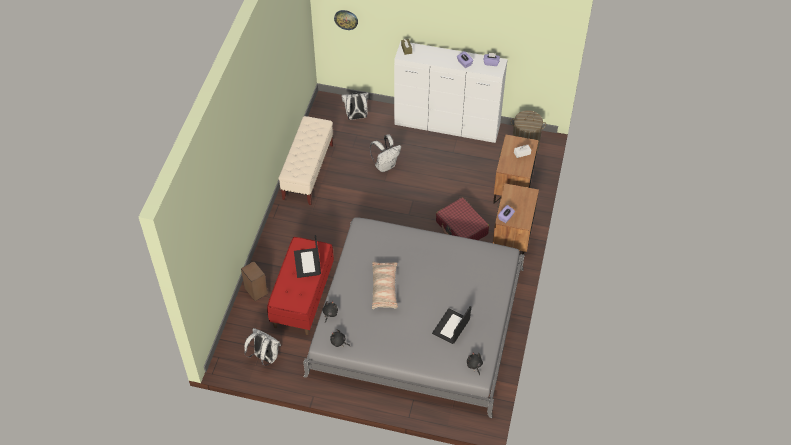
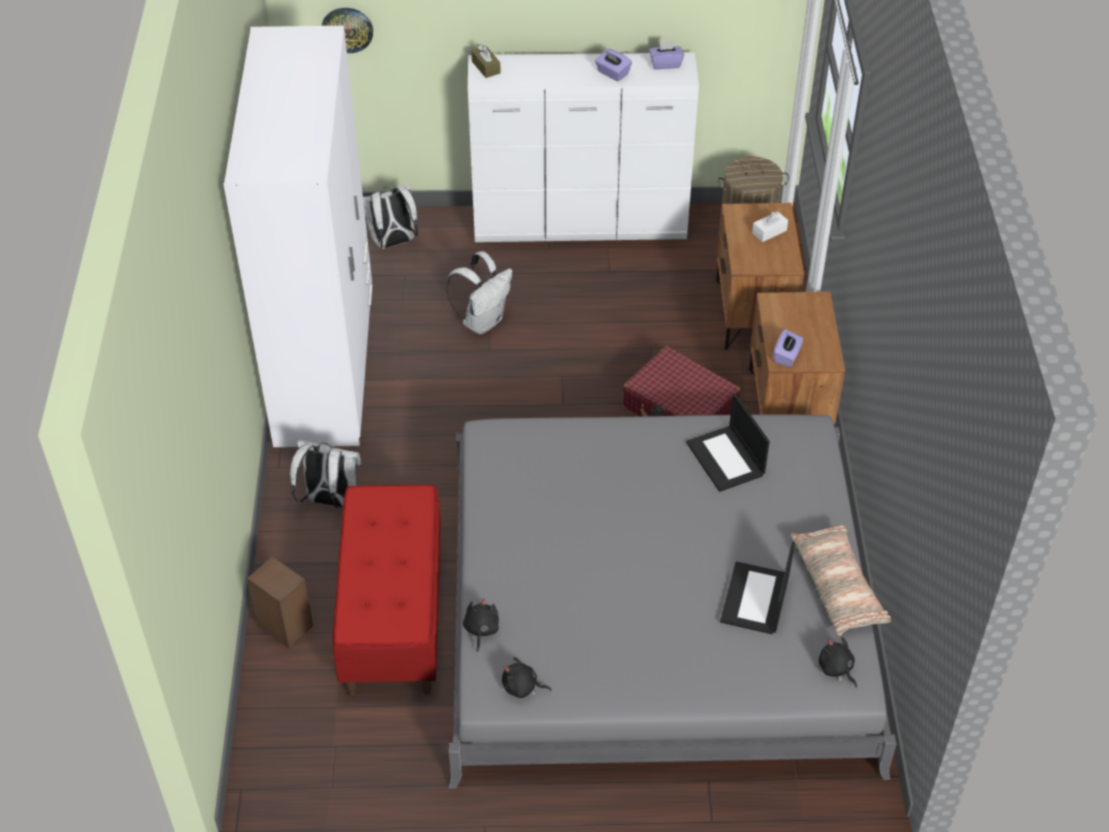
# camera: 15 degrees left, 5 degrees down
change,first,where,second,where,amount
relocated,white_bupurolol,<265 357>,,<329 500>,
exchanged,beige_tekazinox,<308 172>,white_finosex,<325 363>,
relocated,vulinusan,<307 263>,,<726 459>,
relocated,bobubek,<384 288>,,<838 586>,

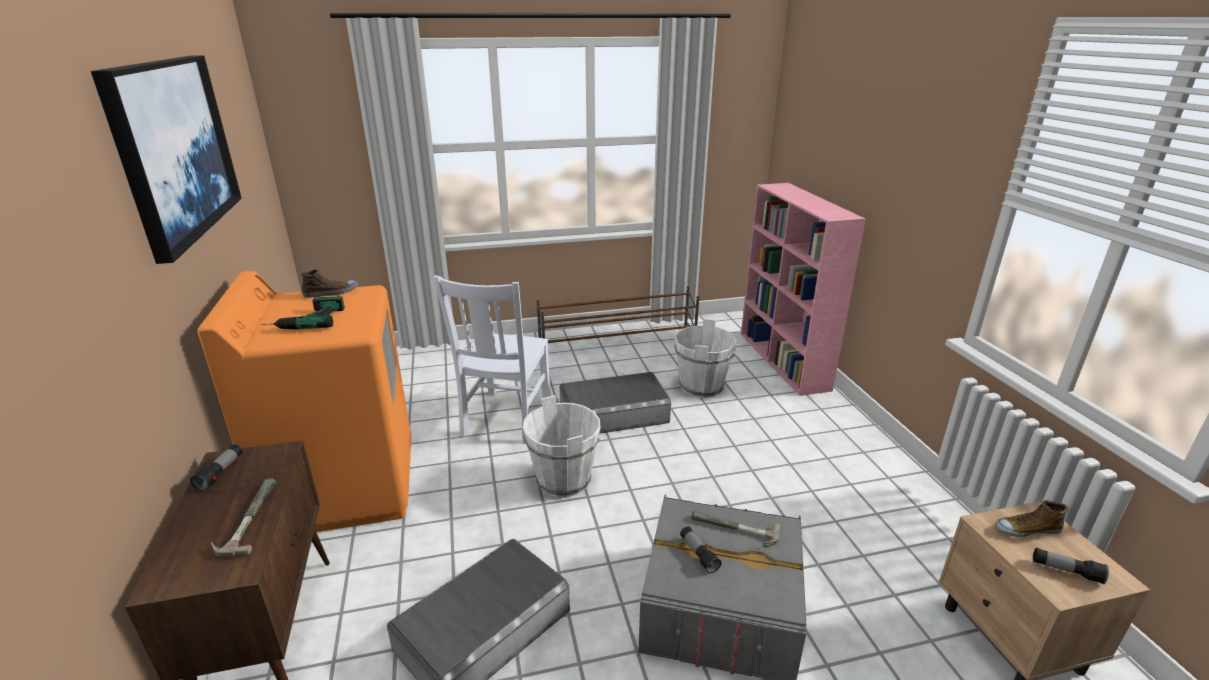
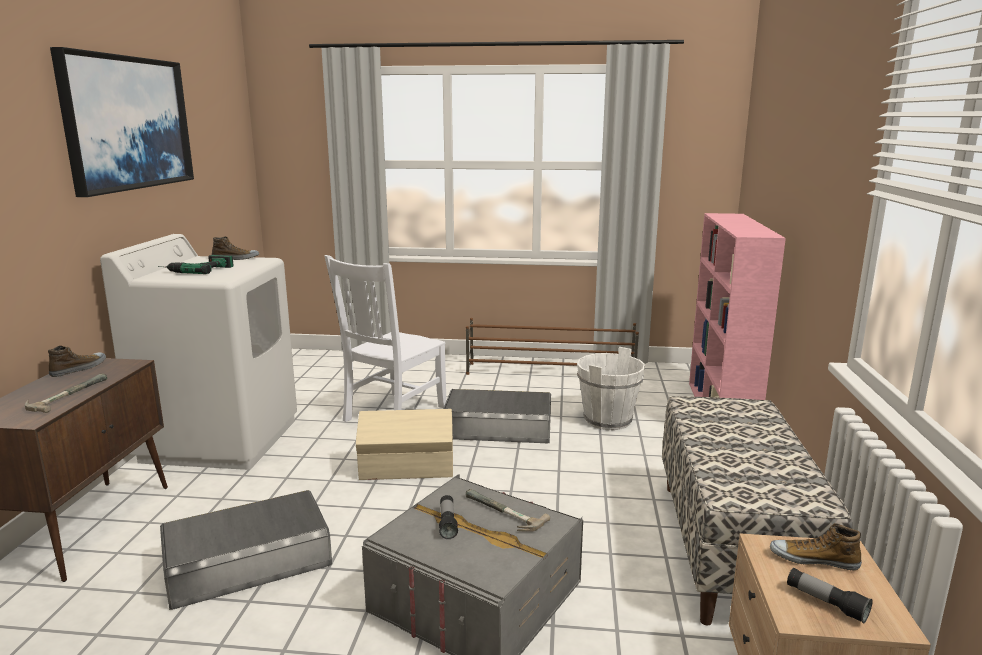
# camera: 20 degrees right, 10 degrees down
change,first,where,second,where,amount
exchanged,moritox,<221 473>,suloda,<79 368>,
colour,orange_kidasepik,<345 486>,white_kidasepik,<221 439>,
exchanged,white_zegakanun,<564 480>,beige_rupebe,<407 469>,
appeared,,,tekazinox,<733 549>,

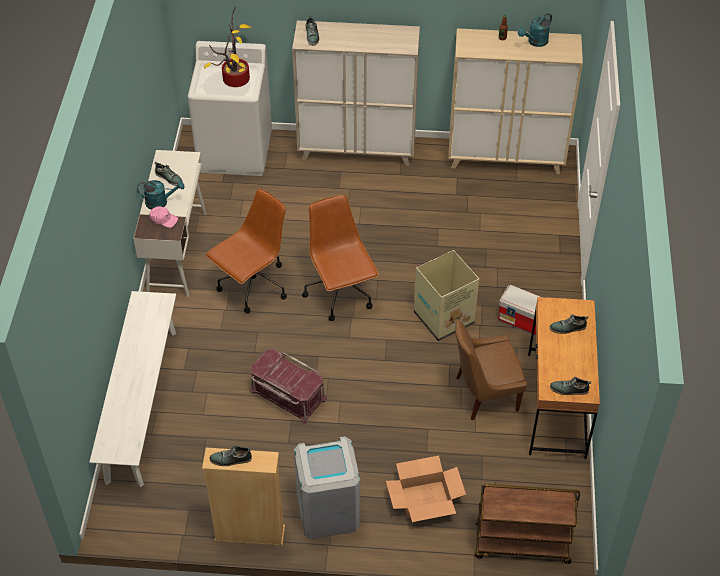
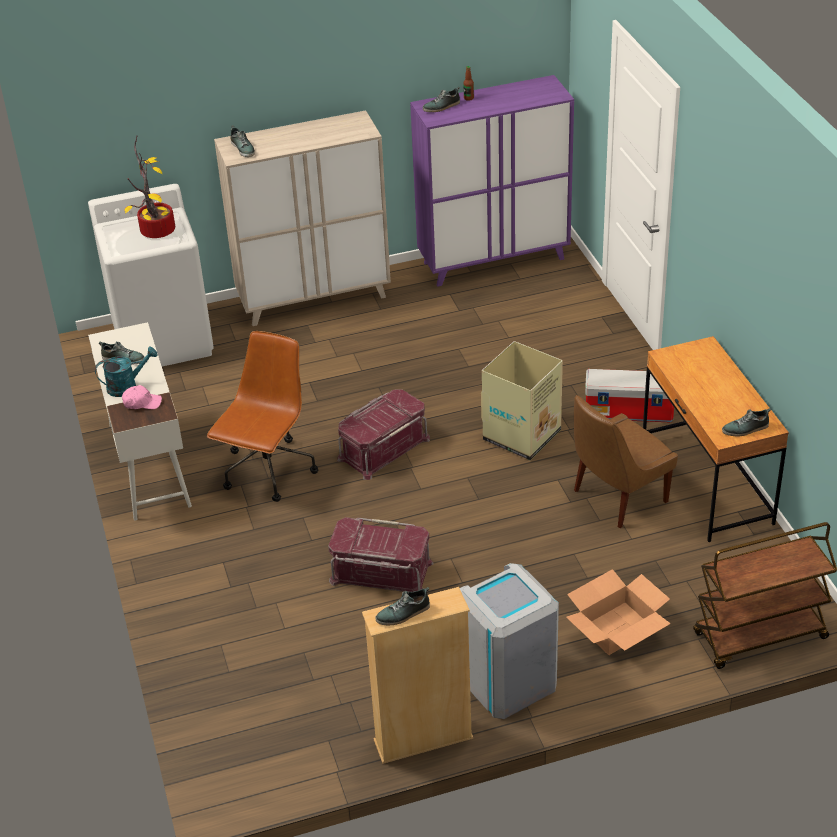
# camera: 20 degrees left, 10 degrees down
change,first,where,second,where,amount
missing,white_tekazinox,<141 404>,,,
exchanged,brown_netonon,<341 294>,red_rupebe,<383 448>,
colour,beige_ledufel,<506 158>,purple_ledufel,<494 260>,
missing,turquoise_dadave,<535 42>,,,
relocated,suloda,<568 328>,,<441 106>,

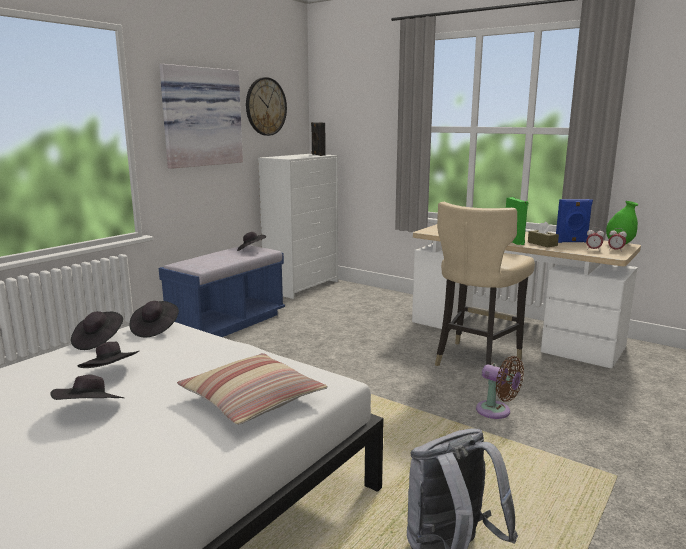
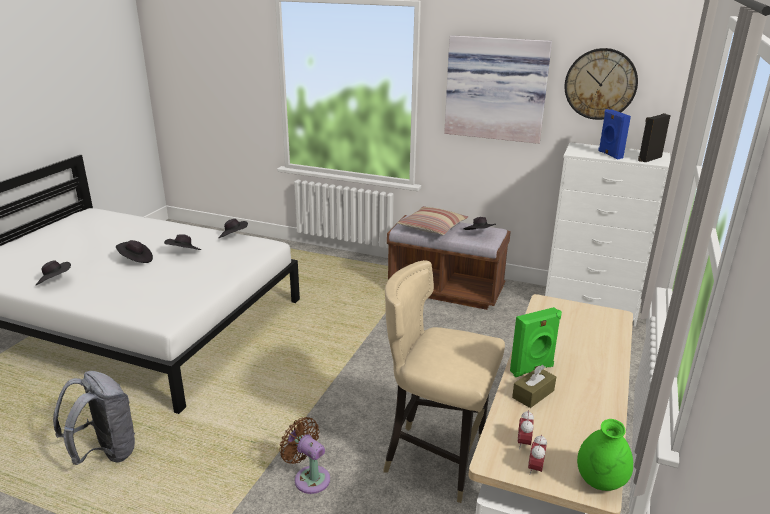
# camera: 75 degrees right, 10 degrees up
change,first,where,second,where,amount
relocated,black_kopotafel,<155 329>,,<55 282>,
colour,blue_tekazinox,<227 323>,brown_tekazinox,<445 290>,
relocated,bobubek,<252 400>,,<432 227>,
spun,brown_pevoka,<496 411>,,<309 477>,105 degrees clockwise
relocated,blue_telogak,<571 242>,,<609 155>,

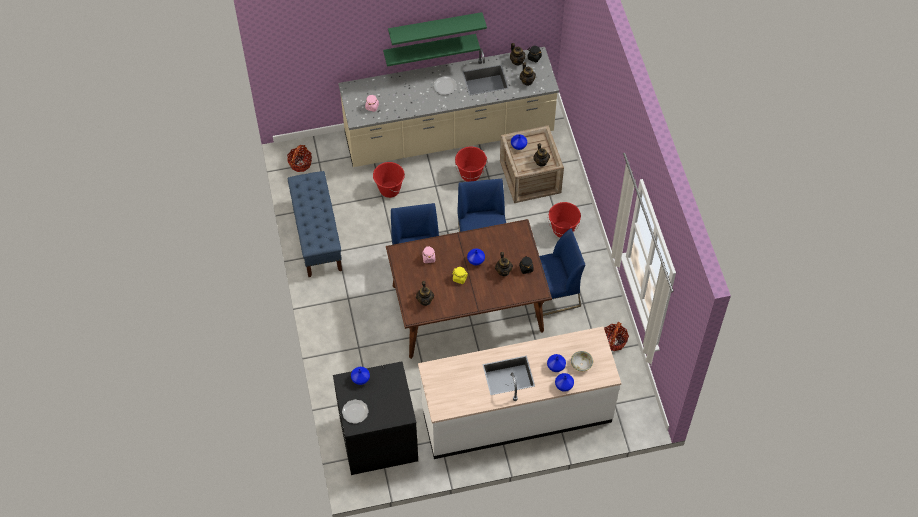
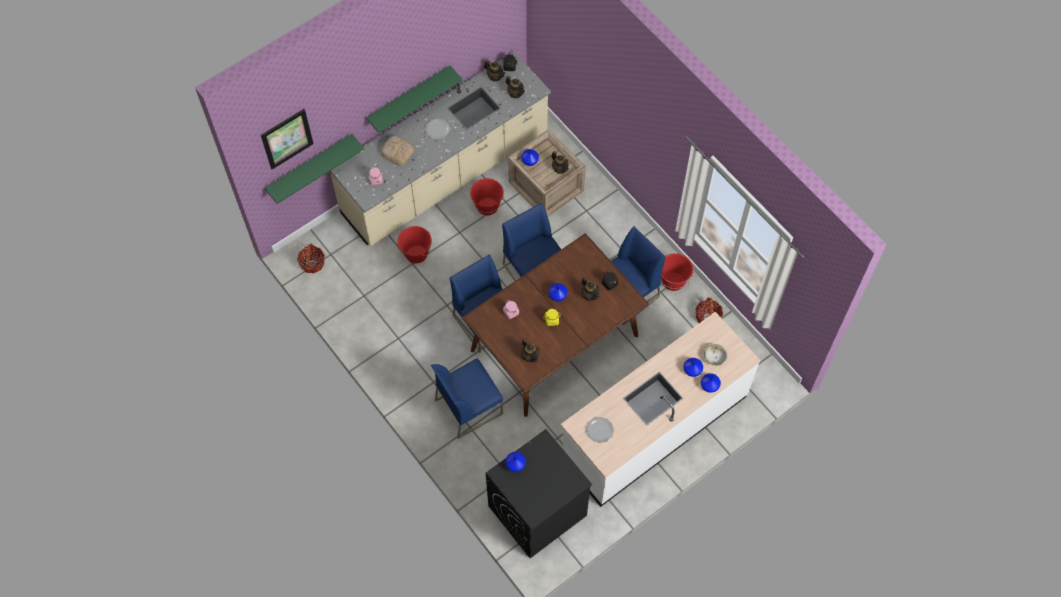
# camera: 25 degrees left, 5 degrees up
change,first,where,second,where,amount
missing,blue_tekazinox,<317 235>,,,
relocated,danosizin,<355 412>,,<599 430>,
relocated,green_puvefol,<435 27>,,<310 166>,
relocated,red_zegakanun,<563 229>,,<673 281>,
appeared,,,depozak,<287 138>,
appeared,,,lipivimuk,<397 151>,
appeared,,,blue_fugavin,<469 406>,

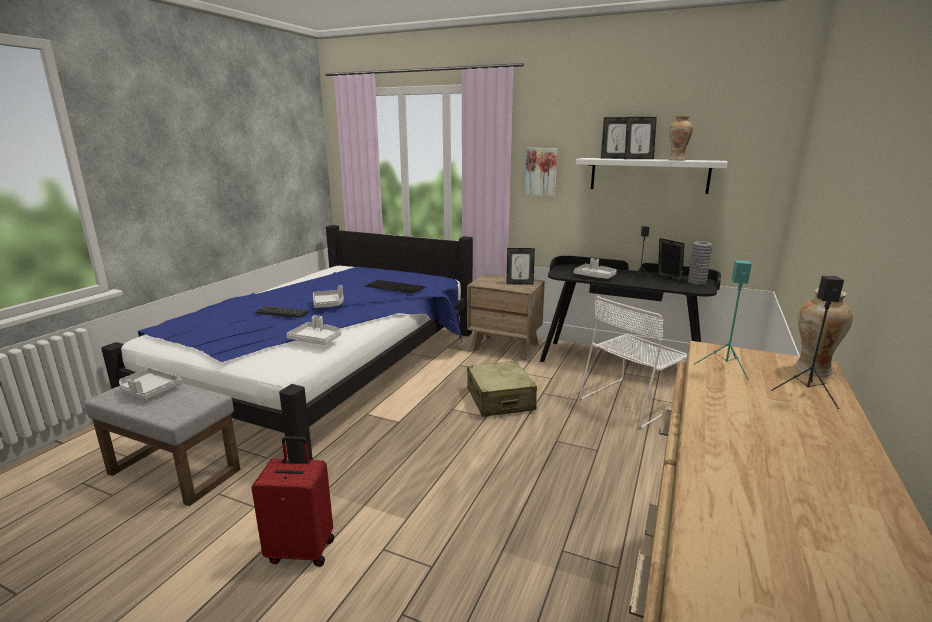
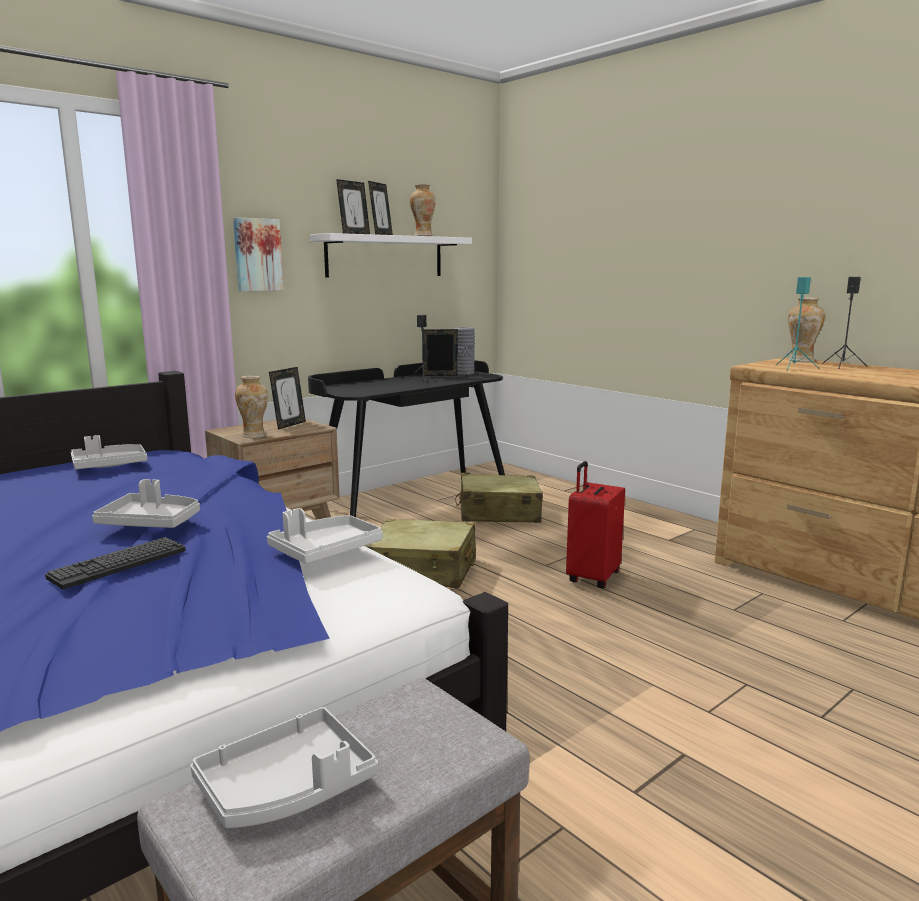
# camera: 65 degrees left, 5 degrees down
change,first,where,second,where,amount
relocated,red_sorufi,<302 550>,,<592 577>,
missing,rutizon,<395 286>,,,
relocated,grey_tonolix,<595 276>,,<109 465>,
exchanged,white_fugavin,<632 401>,beige_sorufi,<498 513>,
appeared,,,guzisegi,<254 436>,

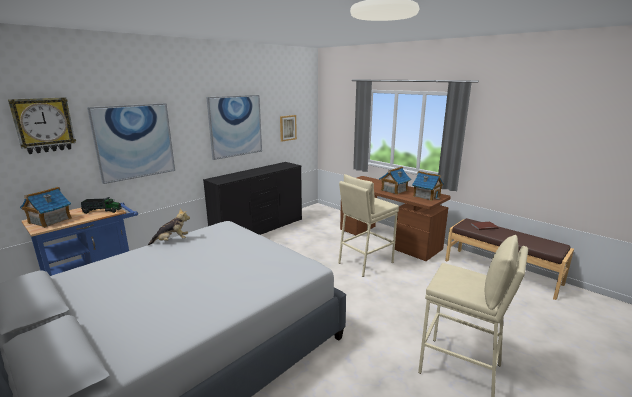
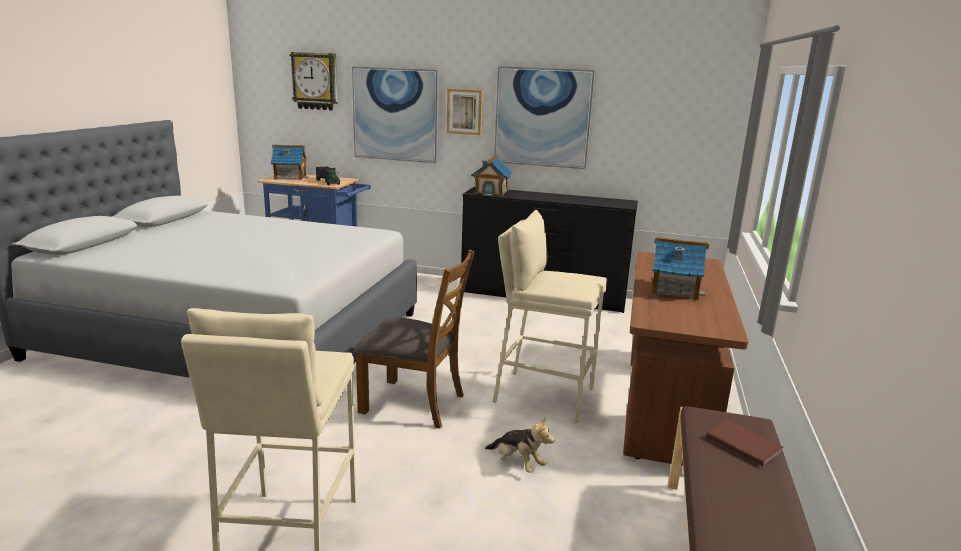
# camera: 60 degrees right, 0 degrees up
change,first,where,second,where,amount
relocated,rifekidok,<172 241>,,<517 463>,
relocated,depozak,<287 128>,,<464 111>,
relocated,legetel,<426 196>,,<491 192>,
appeared,,,brown_fugavin,<414 403>,

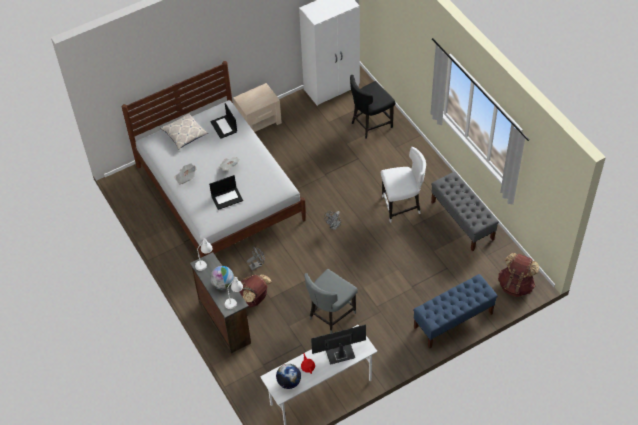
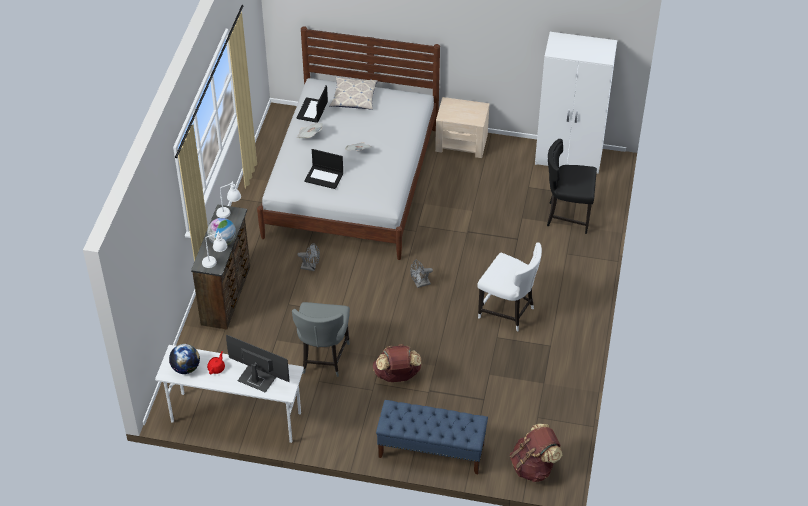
# camera: 40 degrees right, 5 degrees down
change,first,where,second,where,amount
relocated,vulinusan,<224 127>,,<312 110>,
relocated,brown_bupurolol,<253 299>,,<397 376>,
spun,grey_fugavin,<330 315>,,<323 358>,75 degrees counterclockwise
missing,grey_tekazinox,<462 221>,,,

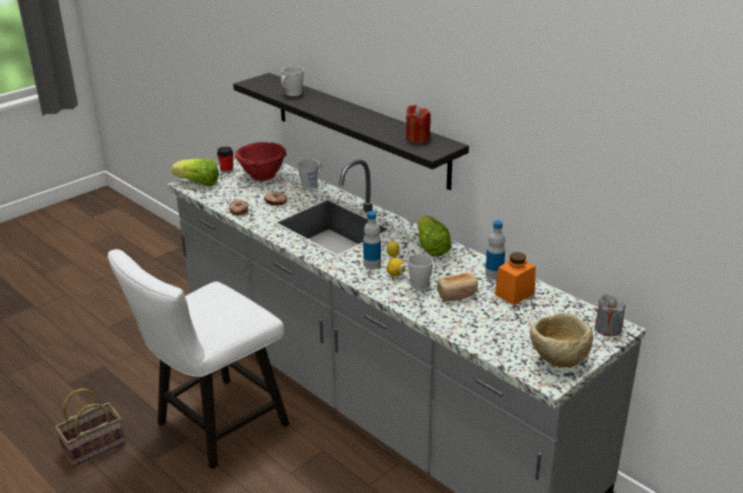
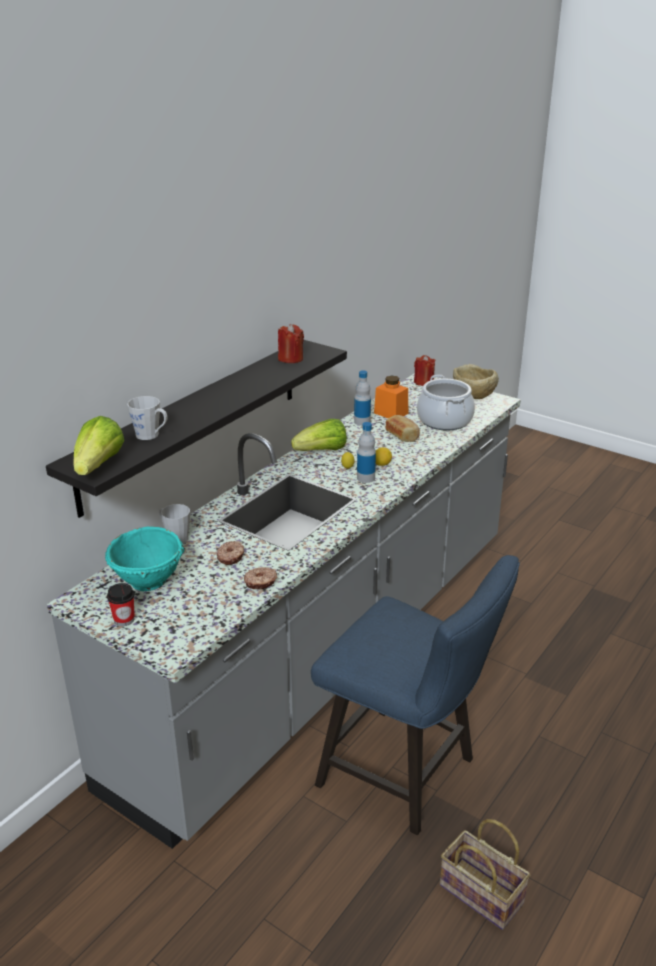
# camera: 100 degrees left, 0 degrees up
change,first,where,second,where,amount
colour,white_fugavin,<214 428>,blue_fugavin,<406 775>,
relocated,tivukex,<198 183>,,<99 465>,
colour,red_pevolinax,<262 176>,turquoise_pevolinax,<148 582>,
missing,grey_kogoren,<415 285>,,,
colour,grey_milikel,<608 328>,red_milikel,<423 382>,
appeared,,,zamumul,<444 420>,

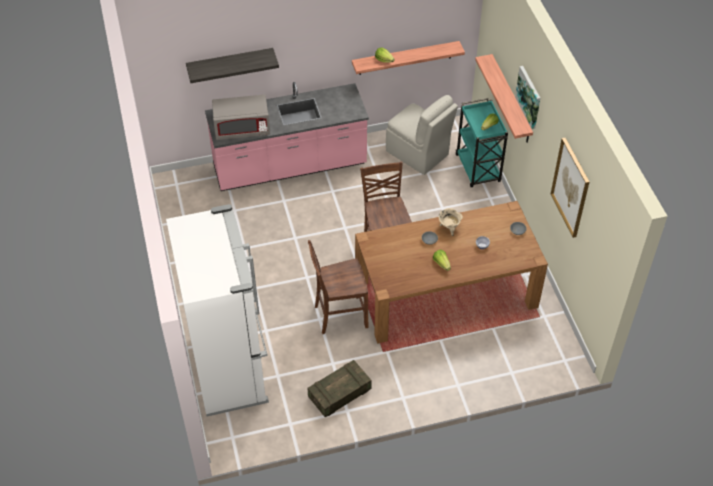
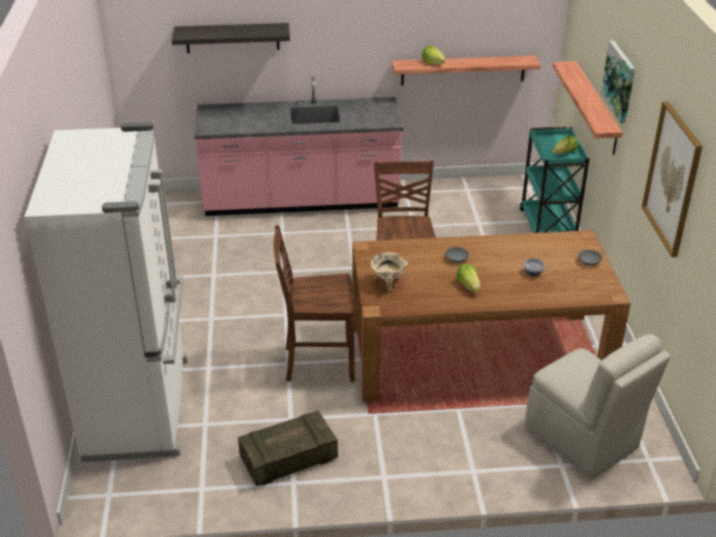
# camera: 10 degrees right, 15 degrees down
change,first,where,second,where,amount
missing,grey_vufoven,<242 129>,,,
relocated,beige_fugavin,<418 154>,,<583 440>,
relocated,beige_zamumul,<449 228>,,<388 283>,

